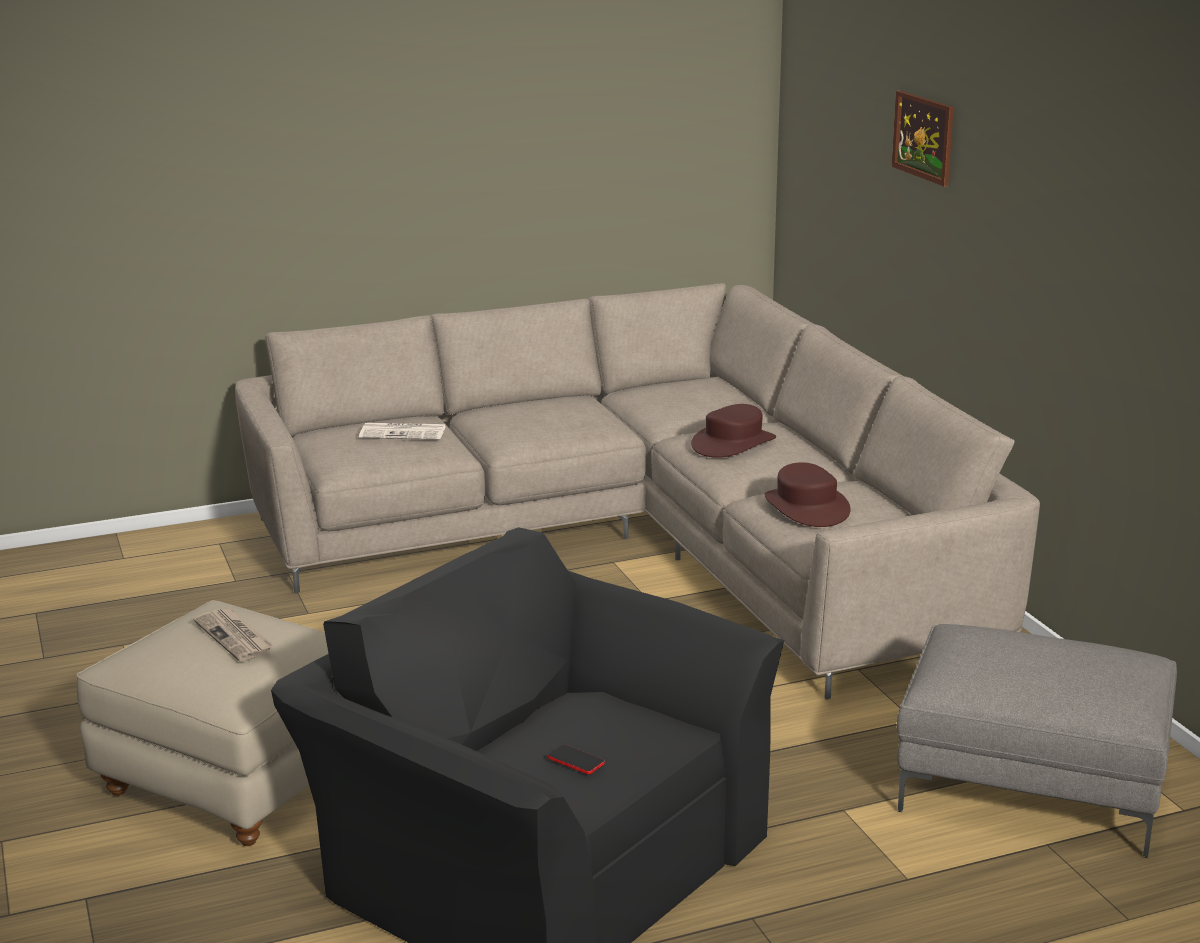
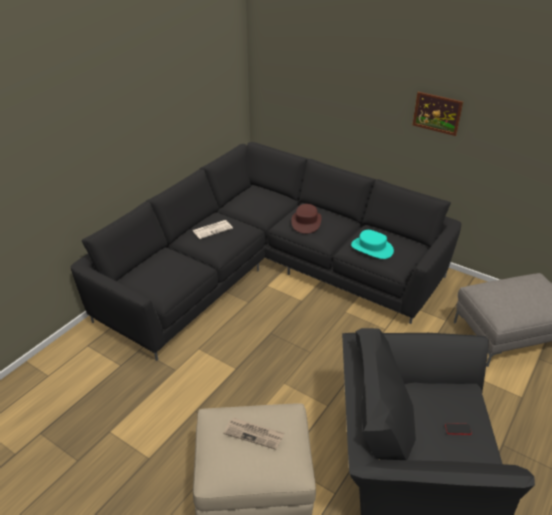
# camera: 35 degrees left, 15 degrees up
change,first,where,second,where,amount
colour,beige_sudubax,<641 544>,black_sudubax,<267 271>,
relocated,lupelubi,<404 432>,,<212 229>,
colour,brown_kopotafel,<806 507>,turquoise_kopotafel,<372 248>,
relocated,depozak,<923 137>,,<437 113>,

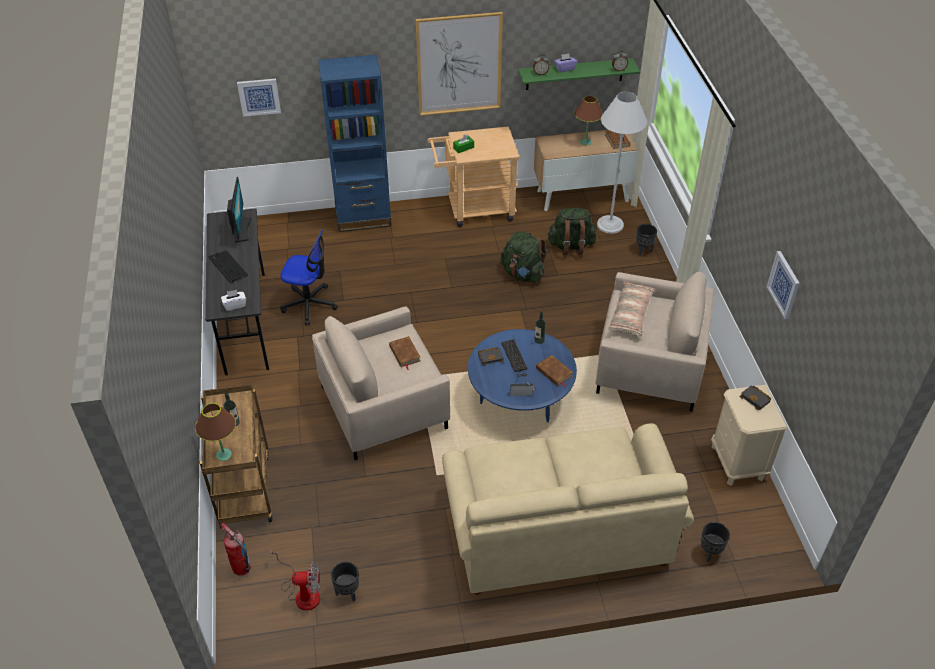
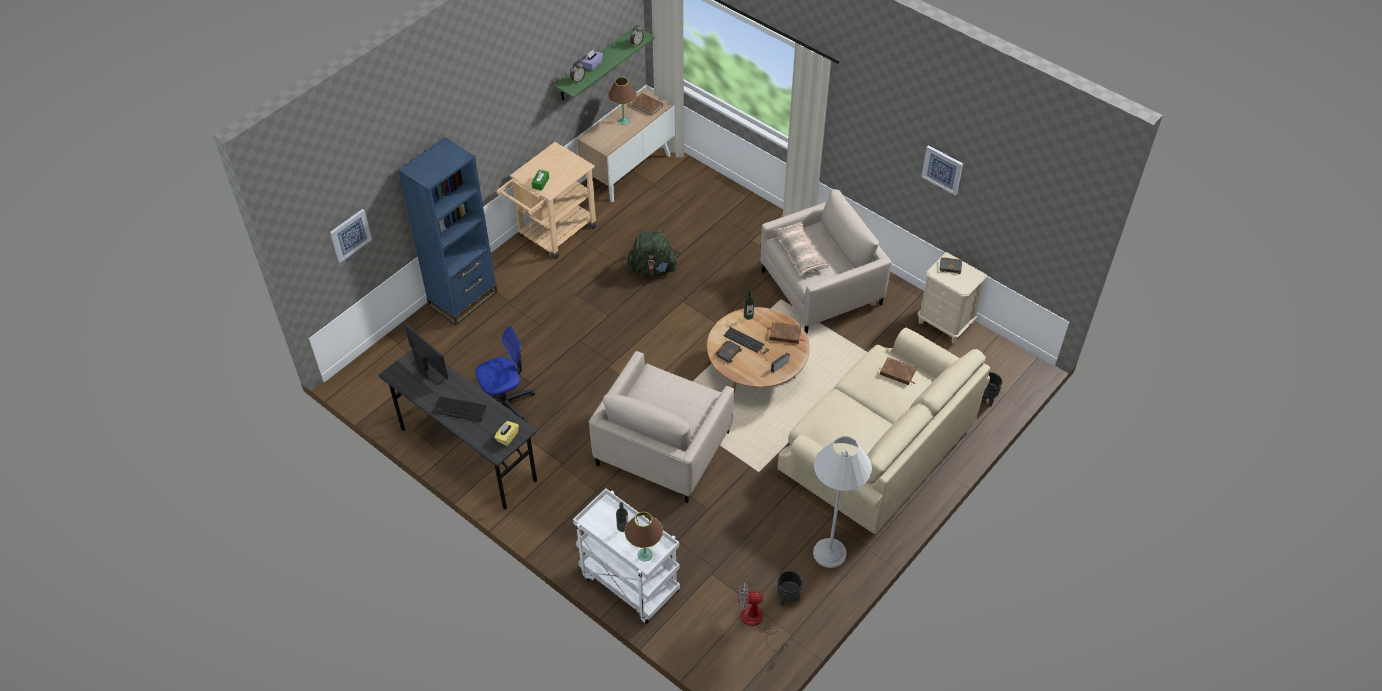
# camera: 40 degrees left, 5 degrees up
change,first,where,second,where,amount
colour,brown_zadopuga,<244 489>,white_zadopuga,<628 584>,
colour,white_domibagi,<235 305>,yellow_domibagi,<507 437>,
missing,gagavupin,<241 568>,,,
spun,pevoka,<302 592>,,<757 622>,135 degrees counterclockwise
relocated,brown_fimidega,<404 354>,,<897 373>,
missing,depozak,<459 64>,,,
colour,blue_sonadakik,<520 398>,brown_sonadakik,<756 373>,
missing,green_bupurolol,<571 246>,,,
relocated,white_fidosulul,<610 225>,,<829 553>,
missing,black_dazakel,<643 250>,,,

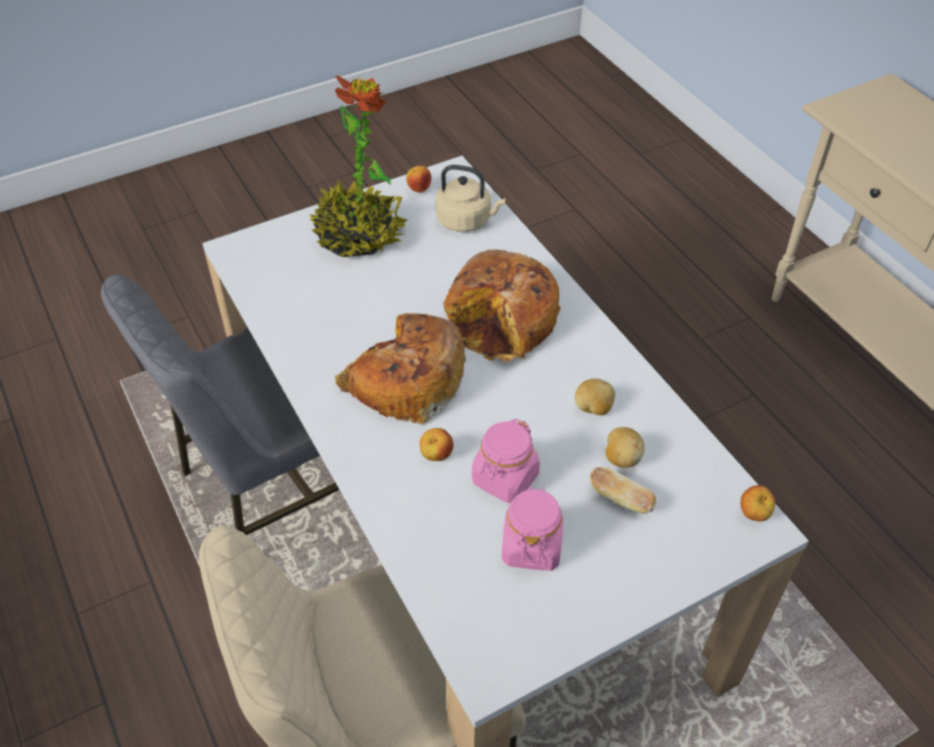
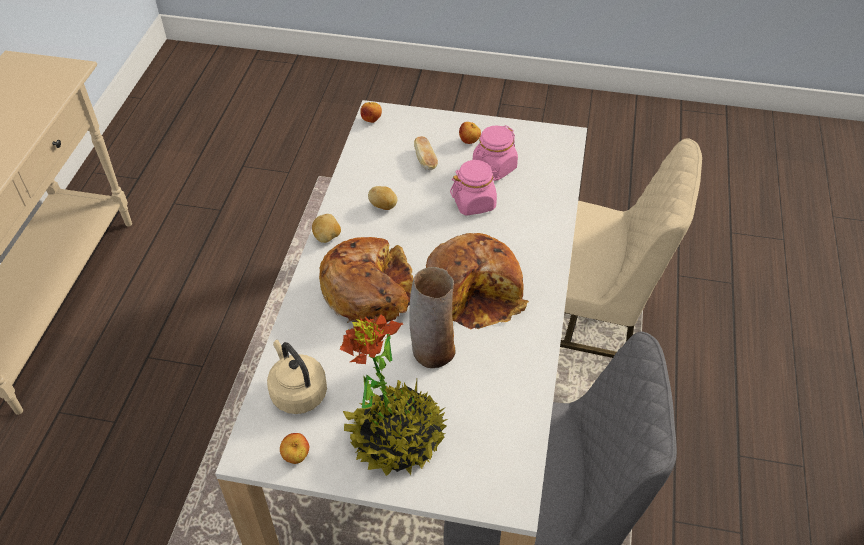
# camera: 140 degrees left, 0 degrees up
change,first,where,second,where,amount
relocated,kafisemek,<436 455>,,<469 141>,
relocated,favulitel,<621 458>,,<327 237>,
appeared,,,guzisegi,<432 352>,

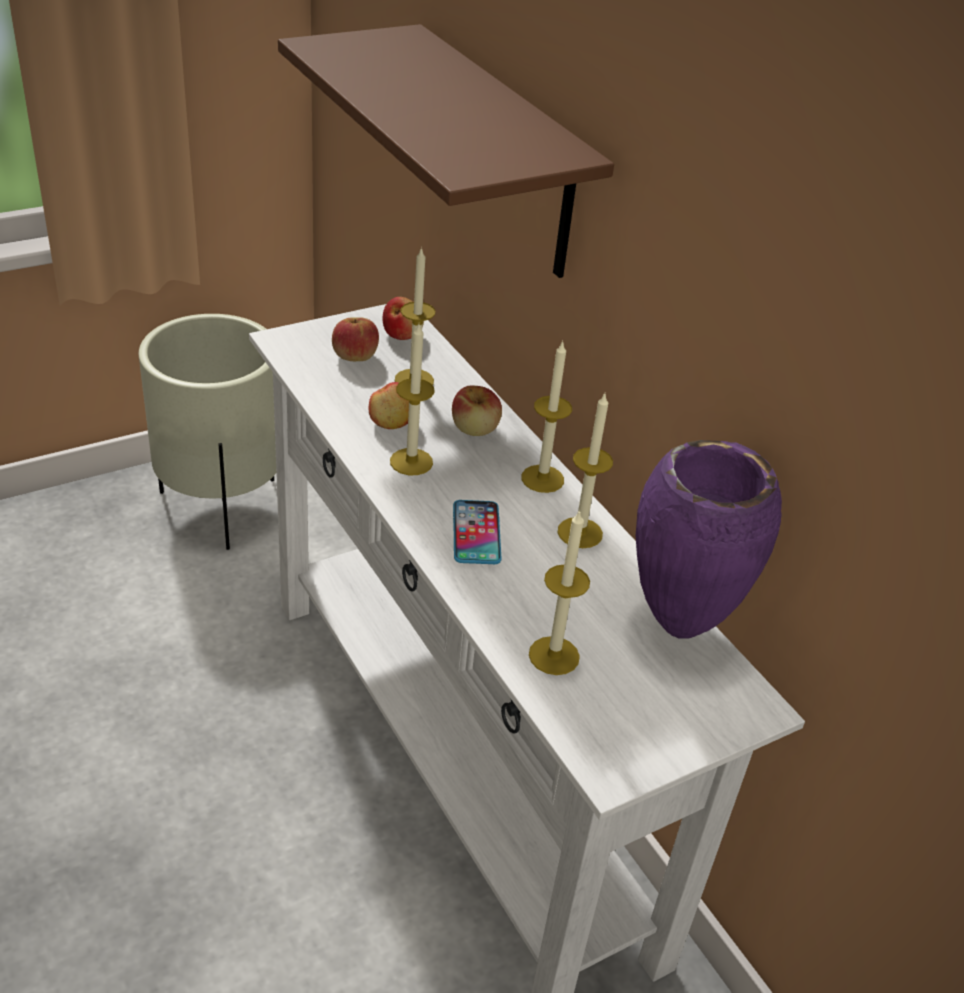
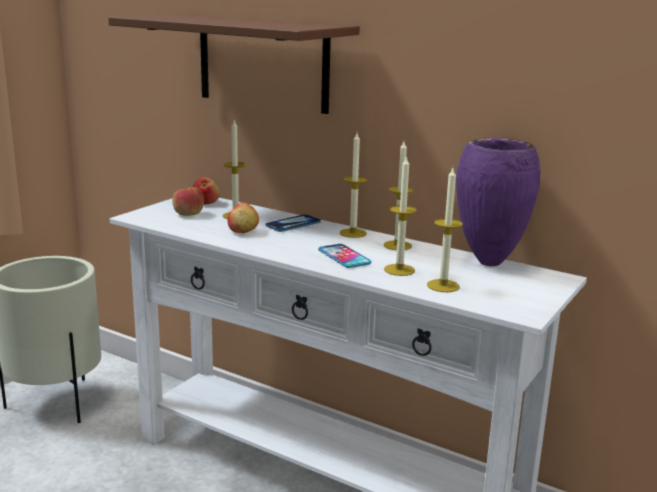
# camera: 25 degrees left, 20 degrees down
change,first,where,second,where,amount
relocated,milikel,<411 462>,,<399 270>,
exchanged,kafisemek,<475 428>,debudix,<293 224>,

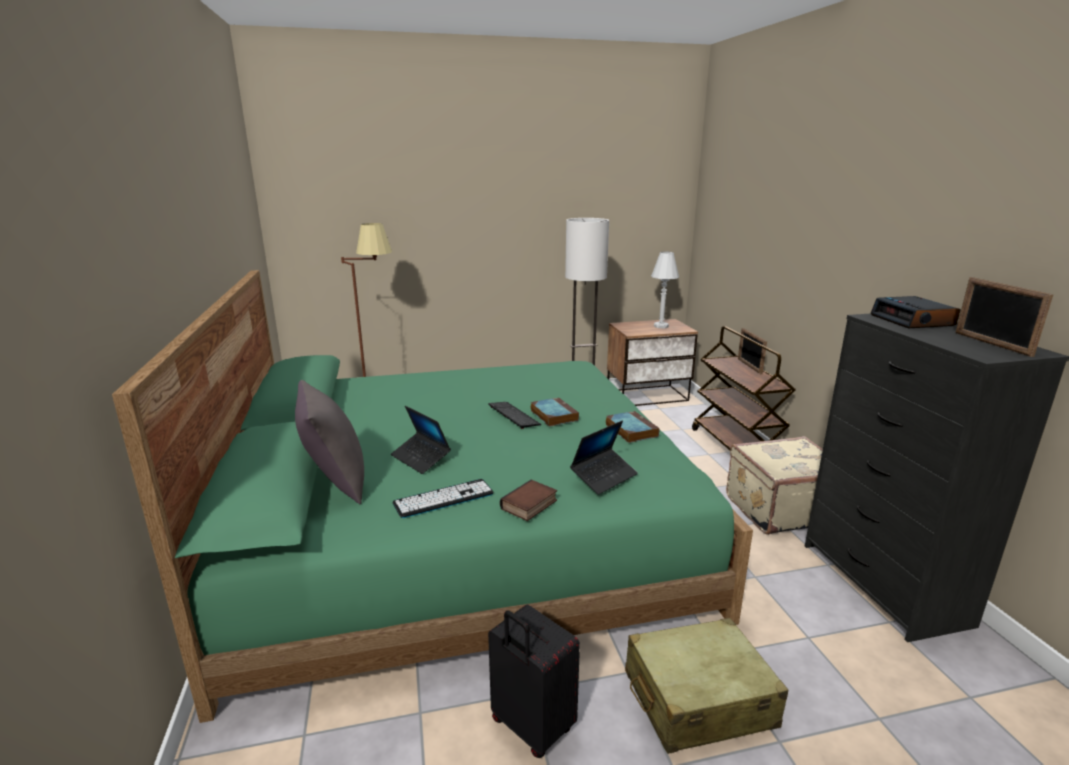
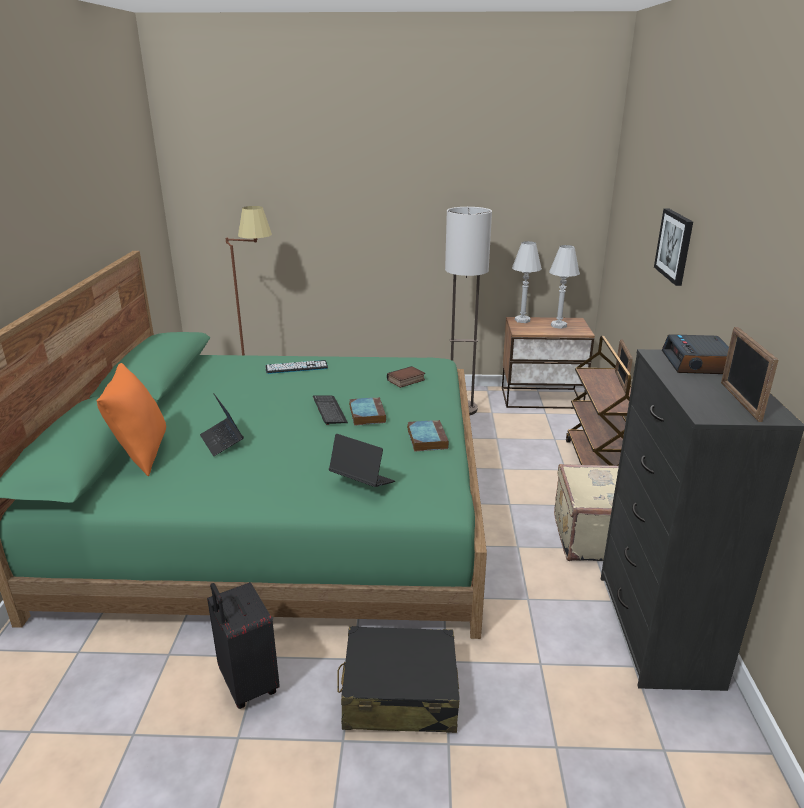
# camera: 15 degrees right, 5 degrees up
change,first,where,second,where,amount
colour,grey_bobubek,<335 483>,orange_bobubek,<141 455>,
relocated,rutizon,<443 498>,,<296 367>,
relocated,fimidega,<529 505>,,<406 380>,
spun,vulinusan,<604 477>,,<362 481>,120 degrees counterclockwise
colour,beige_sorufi,<698 699>,black_sorufi,<399 694>,
appeared,,,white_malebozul,<522 320>,
appeared,,,depozak,<675 246>,

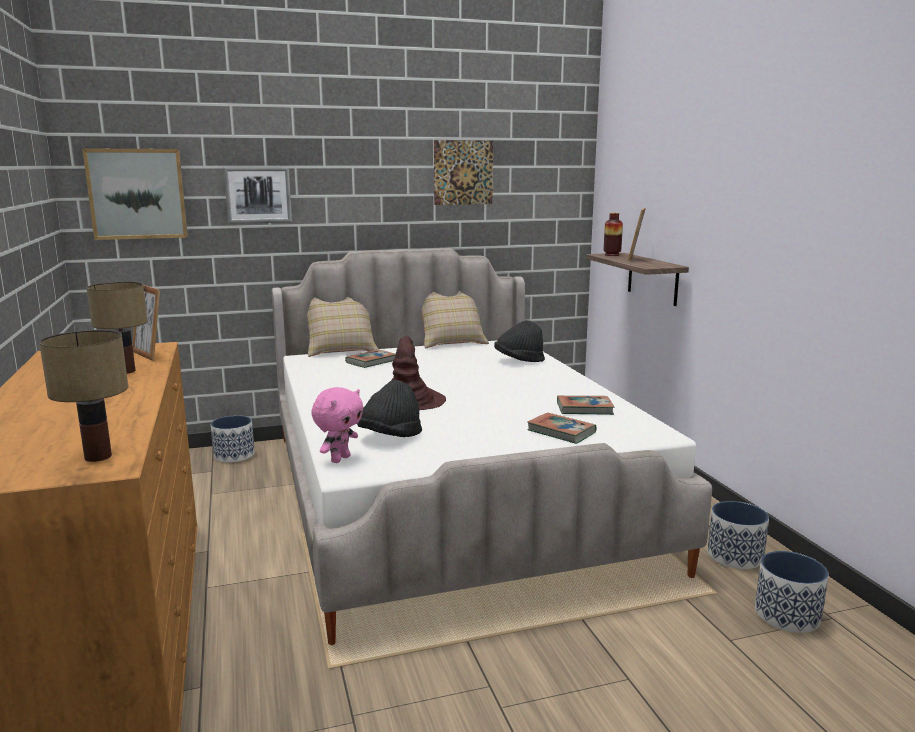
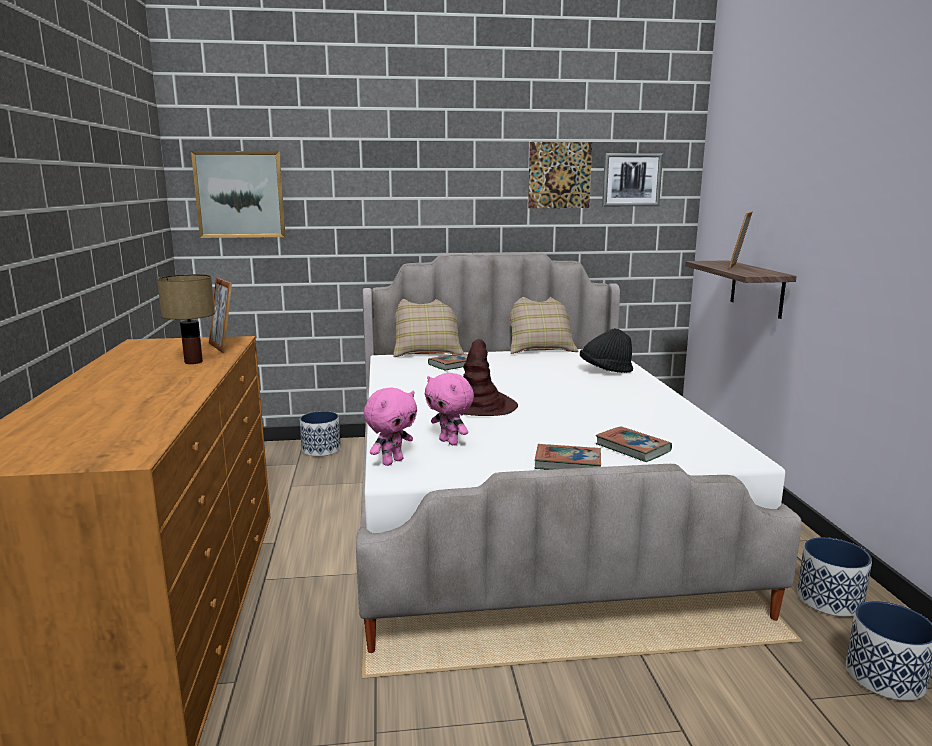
# camera: 10 degrees right, 0 degrees up
change,first,where,second,where,amount
missing,malebozul,<97 456>,,,
relocated,depozak,<258 195>,,<631 180>,
exchanged,black_kopotafel,<390 437>,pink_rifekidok,<450 442>,
relocated,fimidega,<584 409>,,<568 463>,
missing,guzisegi,<612 255>,,,

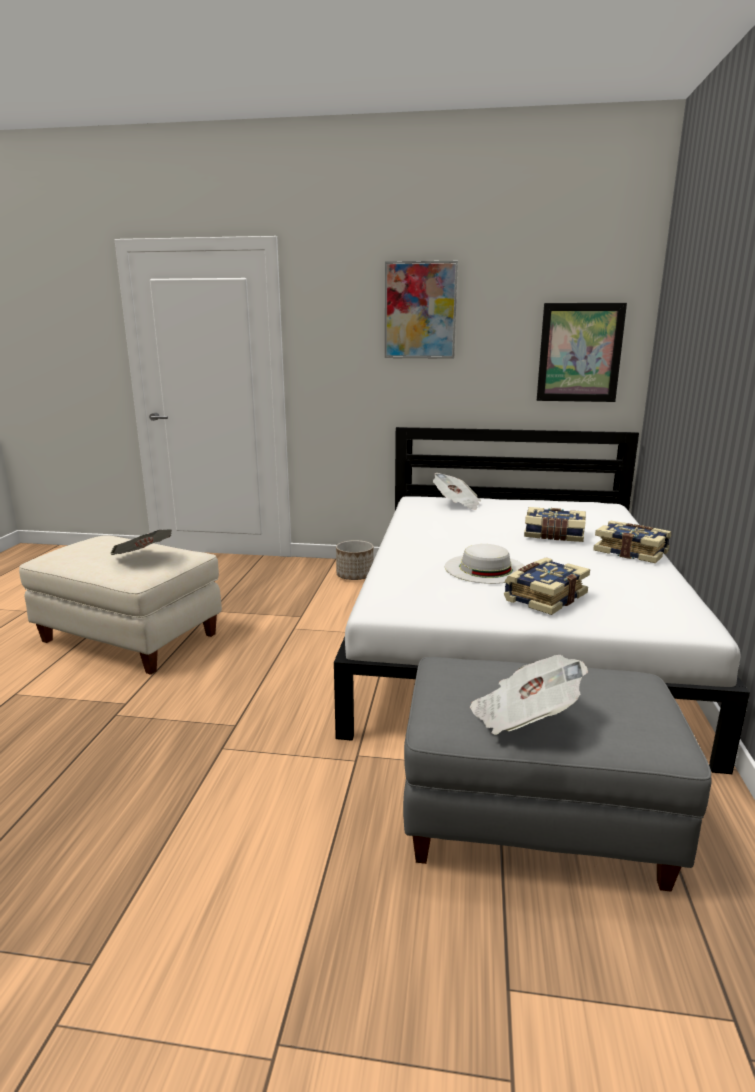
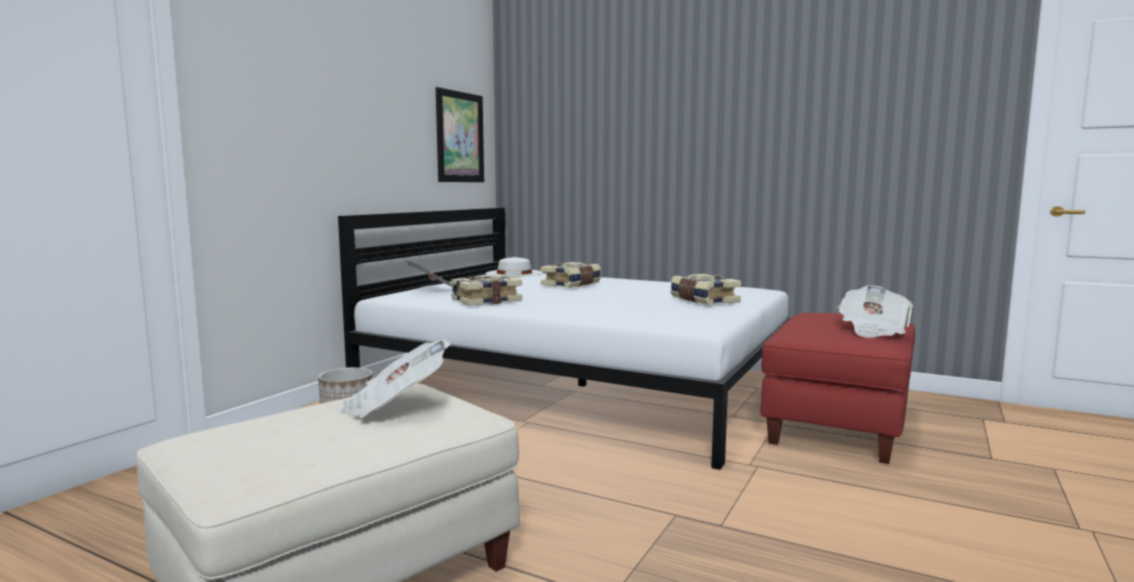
# camera: 70 degrees left, 10 degrees down
change,first,where,second,where,amount
missing,depozak,<420 310>,,,
colour,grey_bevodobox,<533 818>,red_bevodobox,<835 425>,
relocated,white_kopotafel,<485 568>,,<514 273>,
relocated,fimidega,<631 552>,,<485 301>,

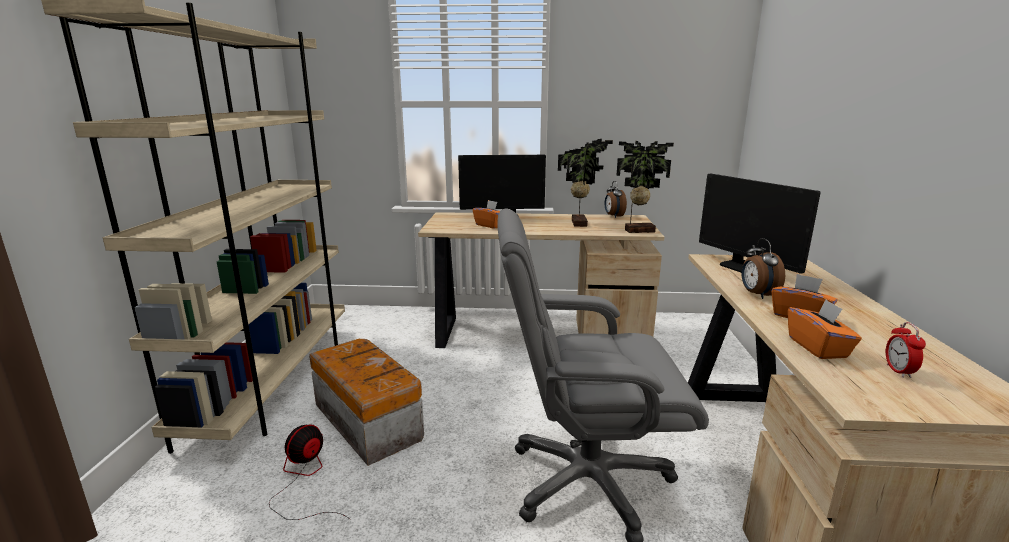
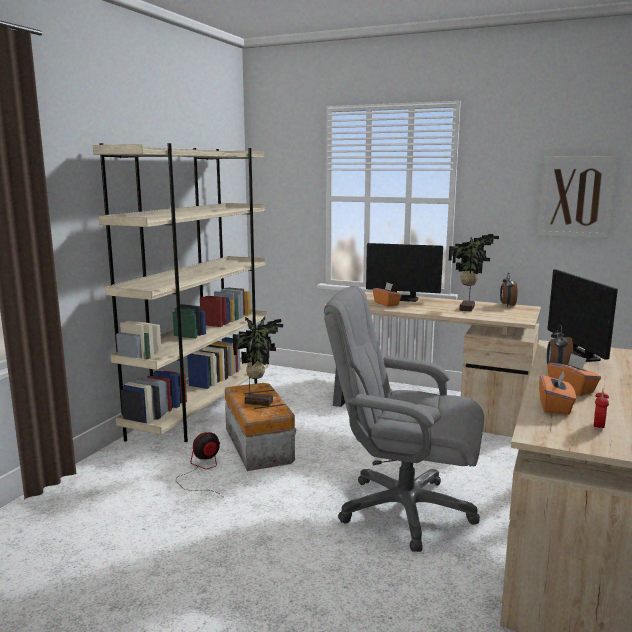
# camera: 20 degrees right, 5 degrees down
change,first,where,second,where,amount
relocated,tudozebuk,<638 230>,,<258 402>,
appeared,,,depozak,<575 197>,

